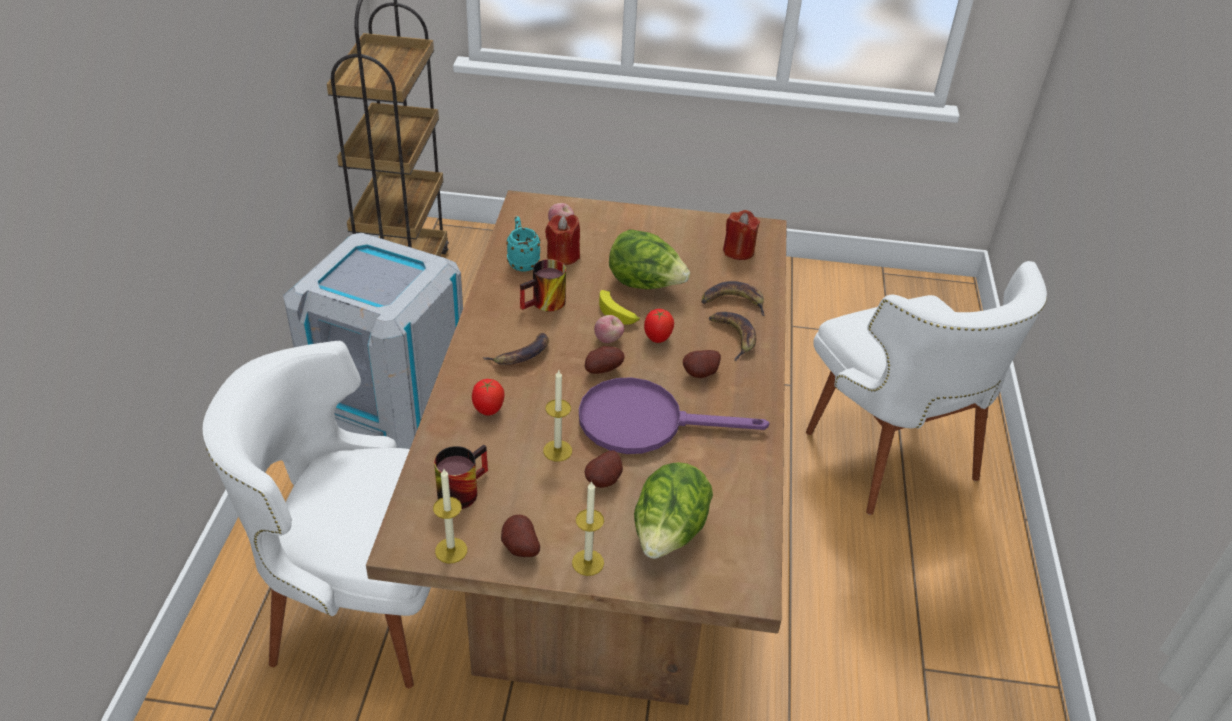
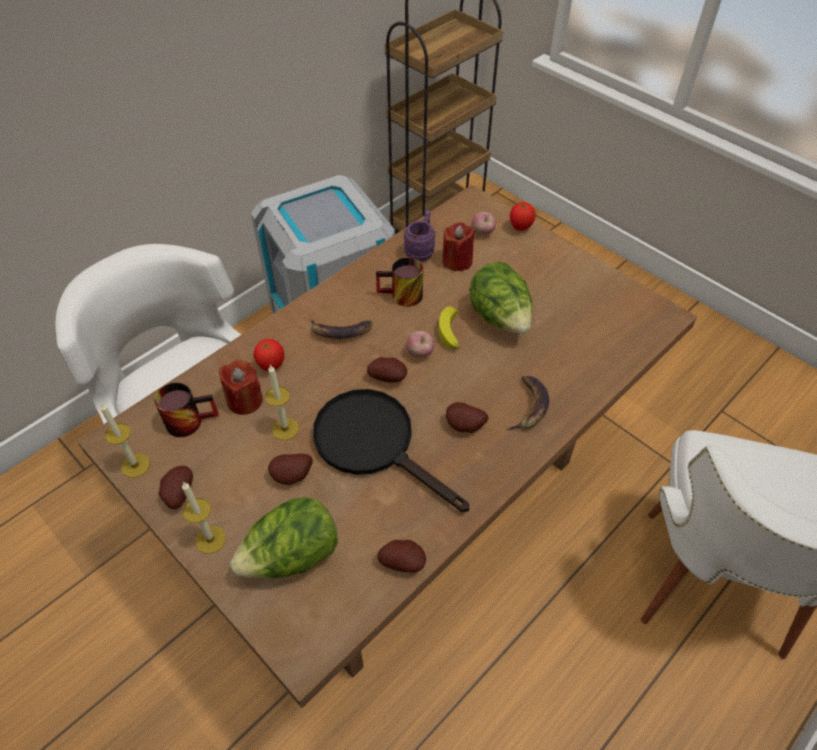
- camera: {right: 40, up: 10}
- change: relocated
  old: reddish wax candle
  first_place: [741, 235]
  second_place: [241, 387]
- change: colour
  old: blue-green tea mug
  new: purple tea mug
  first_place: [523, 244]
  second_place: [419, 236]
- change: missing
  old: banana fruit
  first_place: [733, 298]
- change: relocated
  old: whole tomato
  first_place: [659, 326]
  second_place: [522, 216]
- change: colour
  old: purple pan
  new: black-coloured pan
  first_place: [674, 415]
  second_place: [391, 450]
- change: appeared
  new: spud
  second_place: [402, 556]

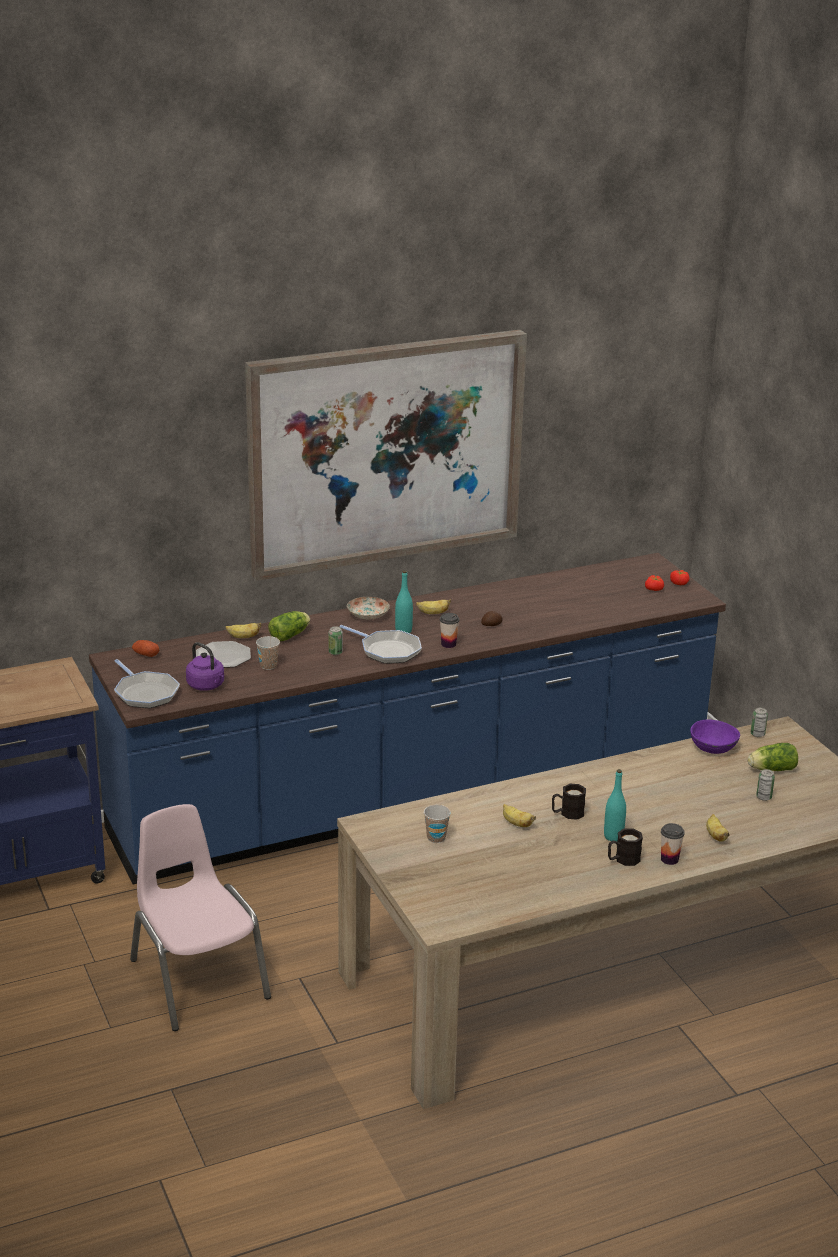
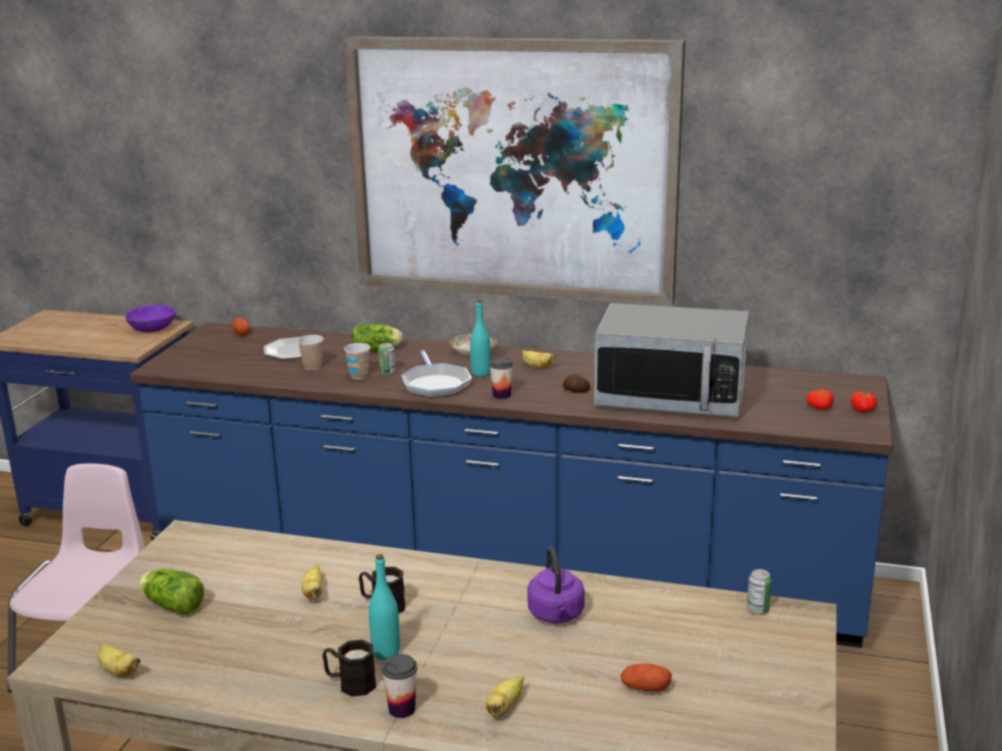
- camera: {right: 40, up: -5}
- change: relocated
  old: banana fruit
  first_place: [243, 630]
  second_place: [118, 659]
- change: relocated
  old: purple kettle
  first_place: [205, 666]
  second_place: [556, 585]
- change: missing
  old: pan
  first_place: [147, 683]
- change: relocated
  old: purple bowl
  first_place: [715, 736]
  second_place: [150, 318]
- change: relocated
  old: lettuce head
  first_place: [773, 757]
  second_place: [171, 592]
- change: exchanged
  old: can
  new: spud
  first_place: [765, 785]
  second_place: [646, 677]
- change: relocated
  old: small cup
  first_place: [437, 824]
  second_place: [357, 361]
- change: appeared
  new: kitchen microwave
  second_place: [671, 360]

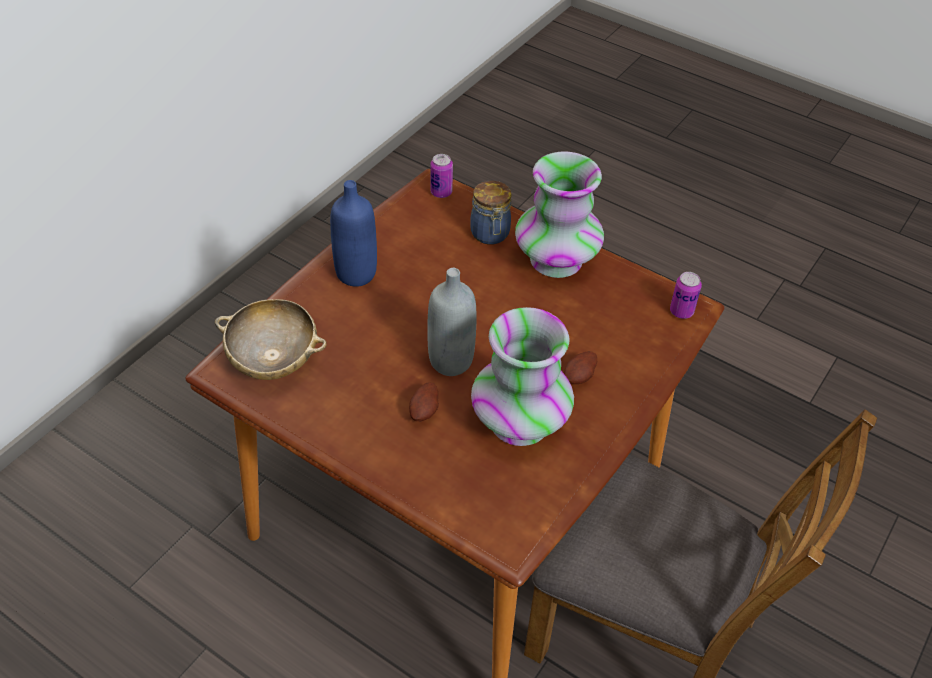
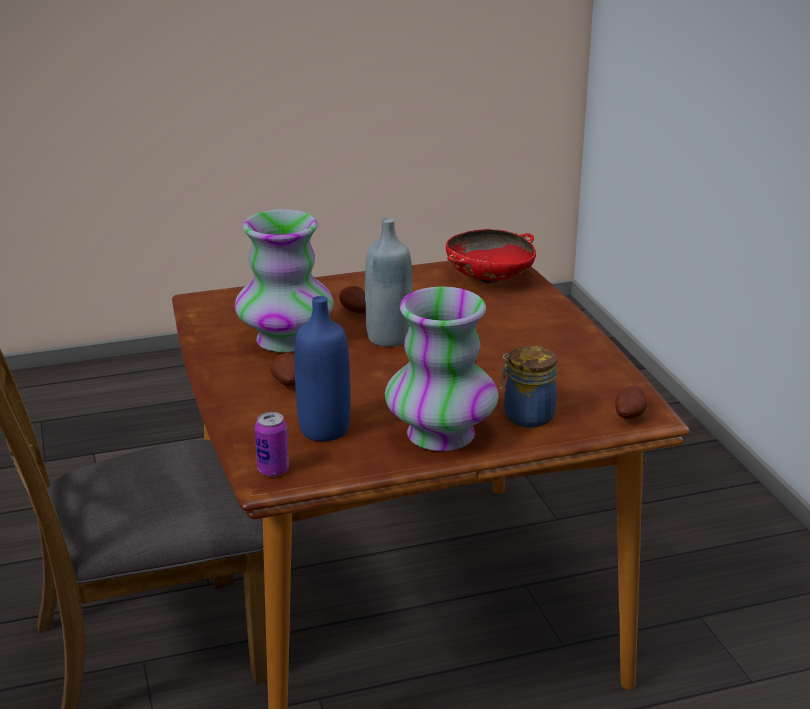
- camera: {right: 130, up: -20}
- change: exchanged
  old: can
  new: spud
  first_place: [441, 176]
  second_place: [631, 402]
- change: relocated
  old: blue-coloured bottle
  first_place: [353, 233]
  second_place: [322, 368]
- change: colour
  old: sand-coloured bowl
  new: reddish bowl
  first_place: [271, 339]
  second_place: [491, 256]

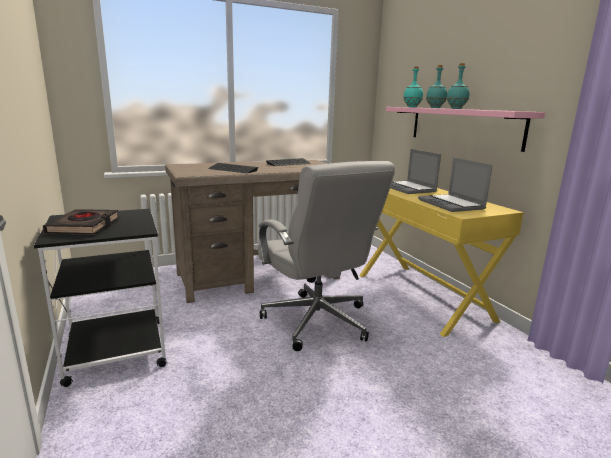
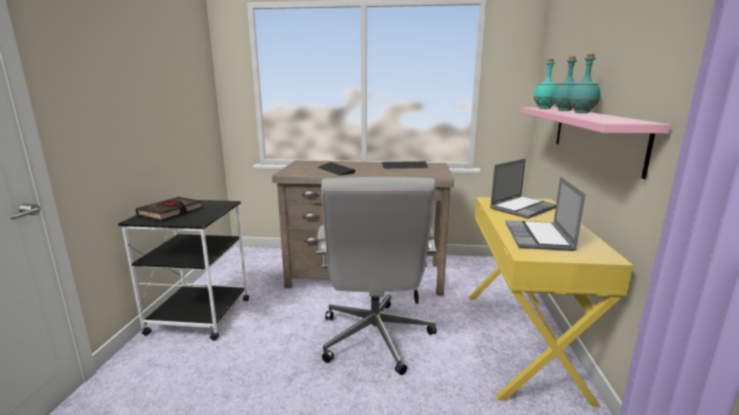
- camera: {right: 30, up: 0}
- change: spun
  old: laptop
  first_place: [415, 171]
  second_place: [523, 188]
  degrees: -135

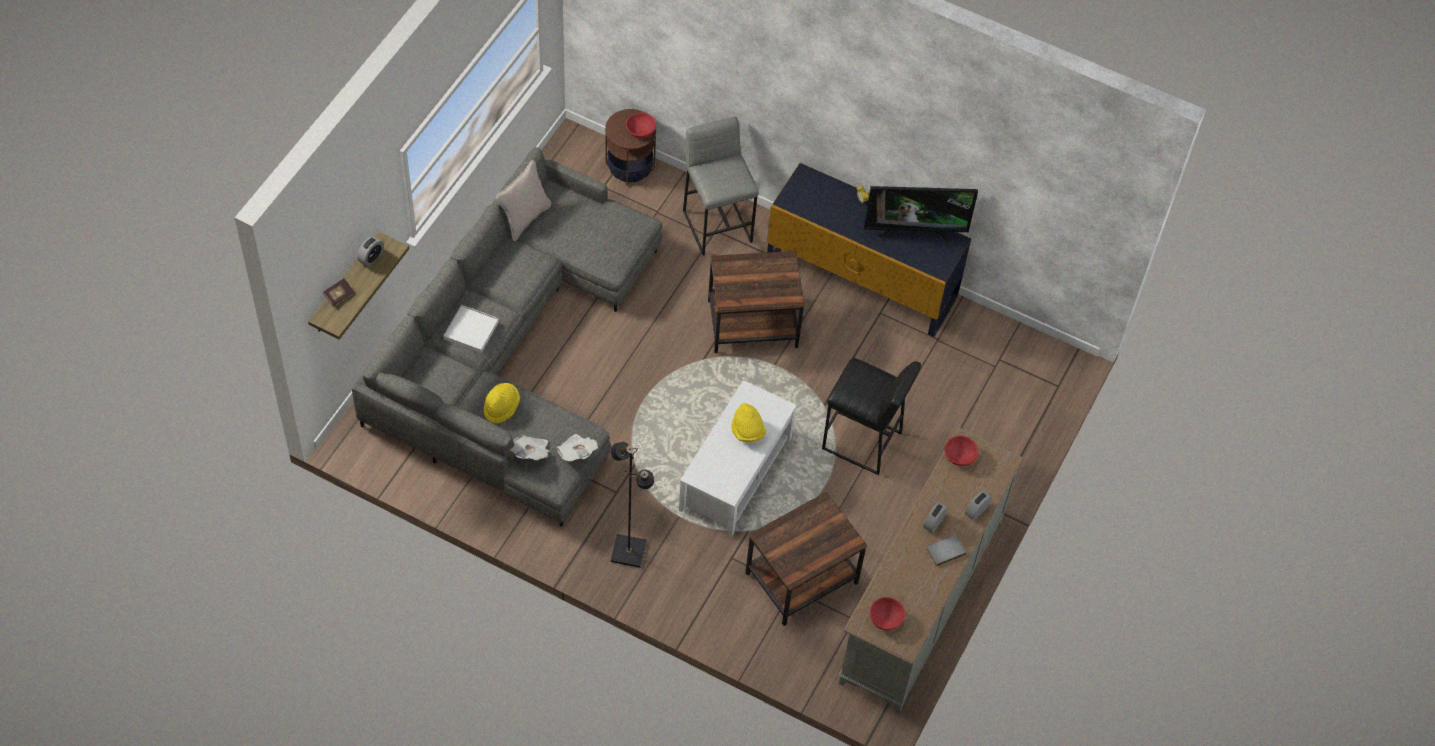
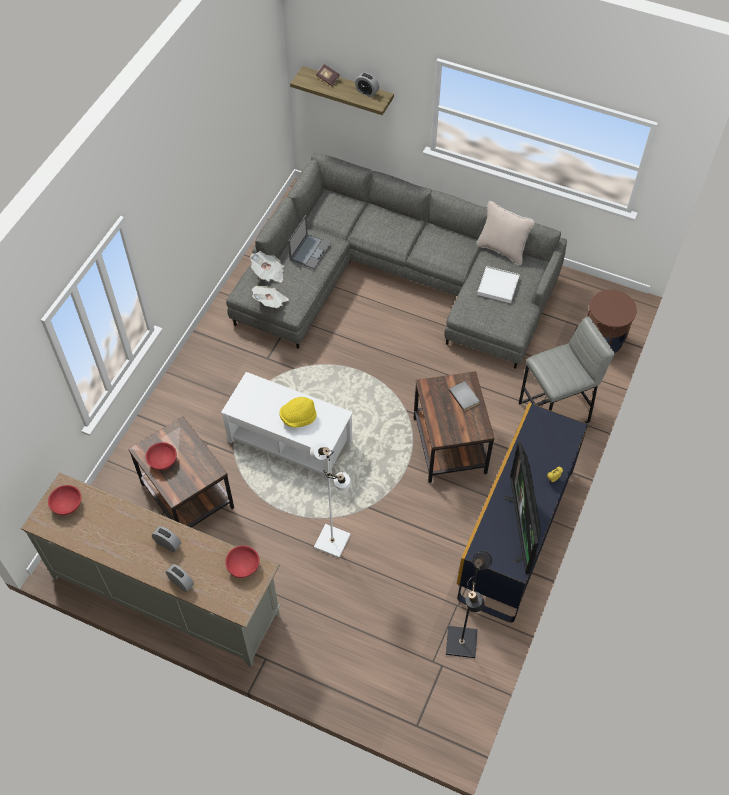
- camera: {right: 90, up: 0}
- change: relocated
  old: reddish bowl
  first_place: [641, 125]
  second_place: [161, 456]
- change: relocated
  old: whitish carrying tray
  first_place: [471, 329]
  second_place: [498, 284]
- change: exchanged
  old: black-coloured stool seat
  new: whitish standing lamp
  first_place: [871, 416]
  second_place: [330, 500]
- change: exchanged
  old: yellowish wearable hat
  new: laptop
  first_place: [502, 403]
  second_place: [309, 242]
- change: relocated
  old: black-coloured standing lamp
  first_place: [632, 505]
  second_place: [469, 604]
- change: relocated
  old: greyish volume
  first_place: [946, 550]
  second_place: [464, 396]

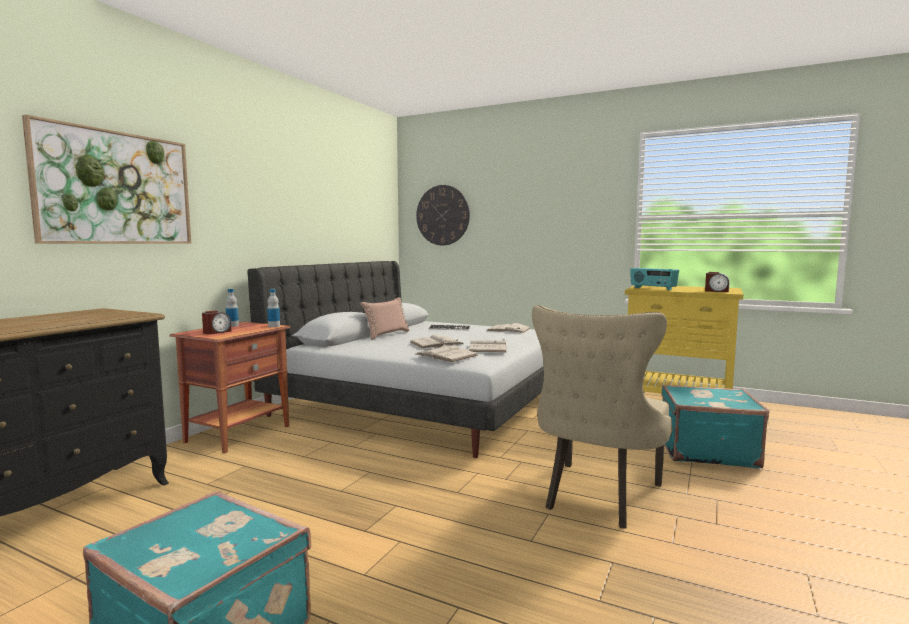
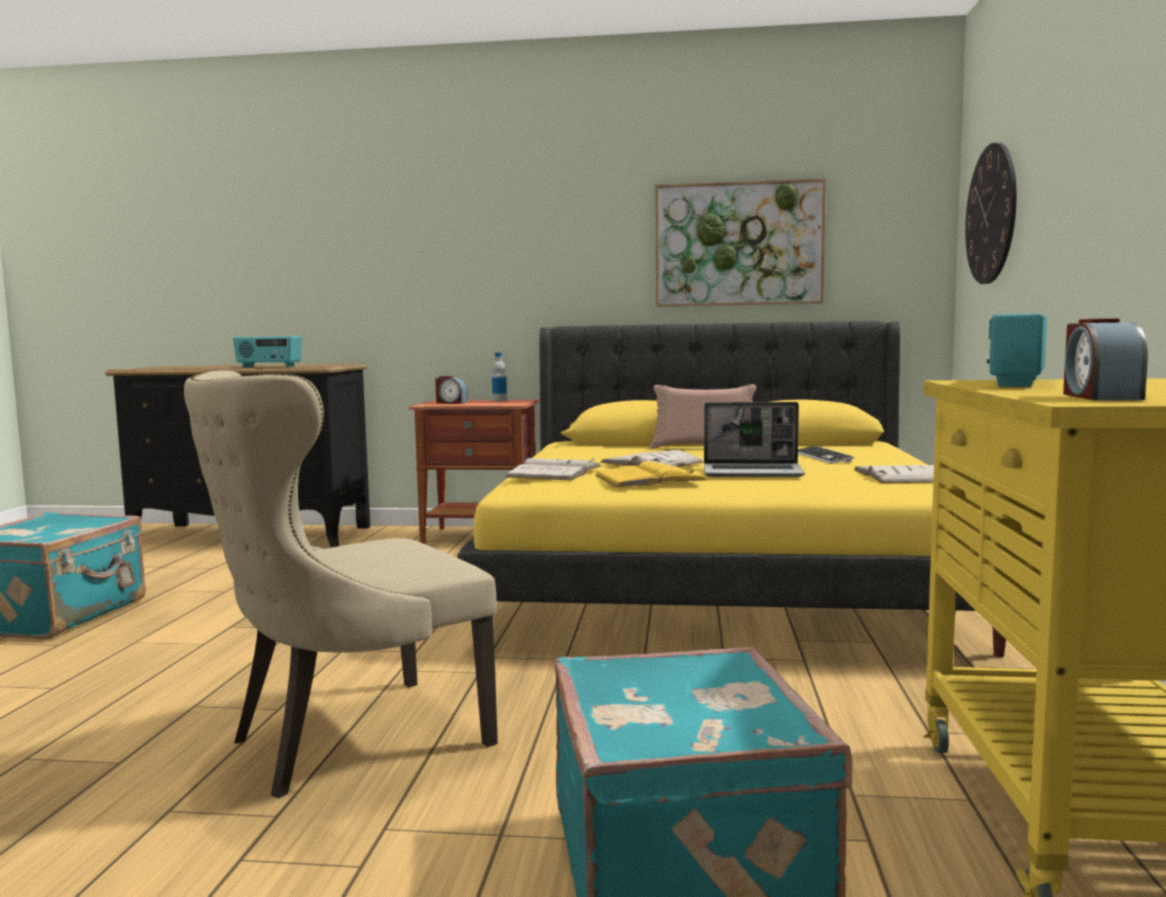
- camera: {right: 70, up: 0}
- change: relocated
  old: picture
  first_place: [106, 179]
  second_place: [740, 243]
- change: colour
  old: greyish bedroom bed
  new: yellowish bedroom bed
  first_place: [395, 359]
  second_place: [731, 489]
- change: missing
  old: bottle
  first_place: [273, 308]
- change: spun
  old: sand-coloured chair
  first_place: [601, 417]
  second_place: [341, 583]
  degrees: -45
- change: colour
  old: whitish volume
  new: yellowish volume
  first_place: [487, 345]
  second_place: [651, 474]
- change: appeared
  new: radio
  second_place: [267, 351]
- change: appeared
  new: laptop
  second_place: [754, 439]

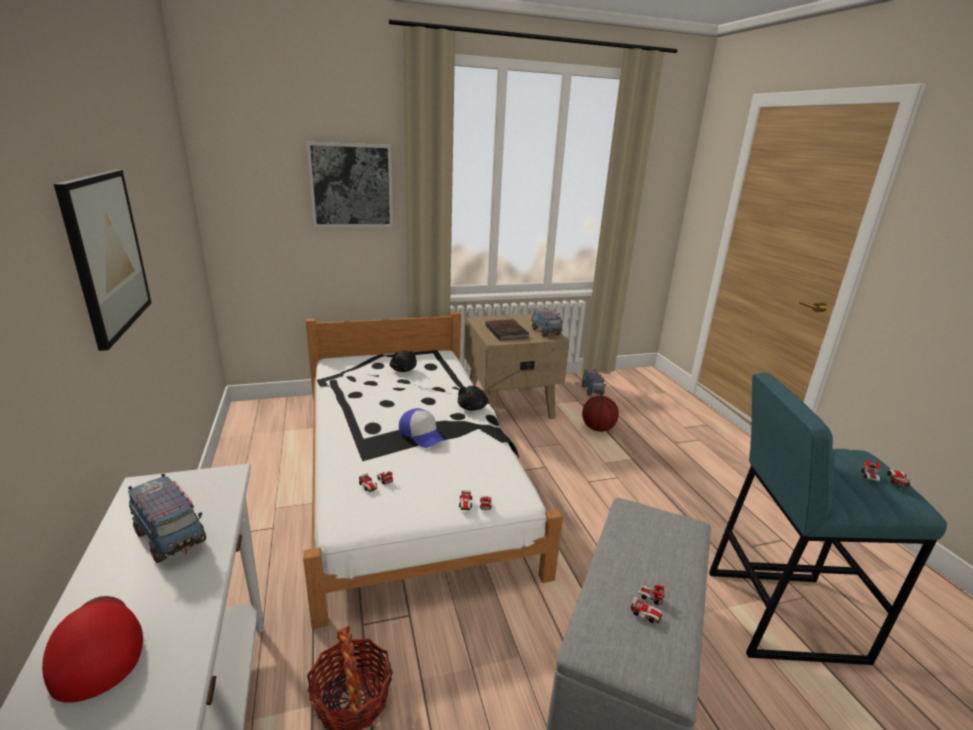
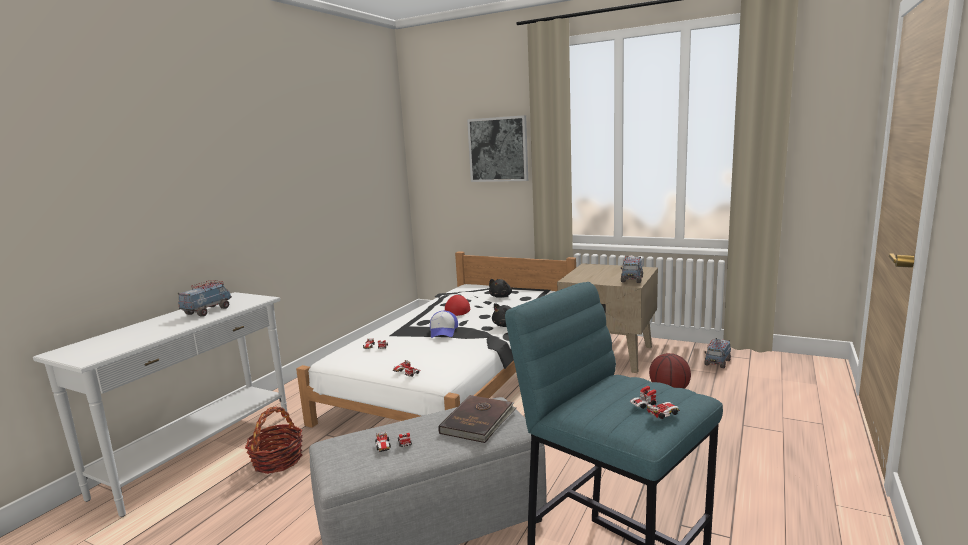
- camera: {right: 45, up: -10}
- change: missing
  old: picture
  first_place: [103, 260]
- change: relocated
  old: brown-coloured volume
  first_place: [507, 330]
  second_place: [477, 419]
- change: spun
  old: toy truck
  first_place: [167, 518]
  second_place: [205, 298]
  degrees: -150
- change: relocated
  old: reddish baseball cap
  first_place: [92, 649]
  second_place: [457, 305]

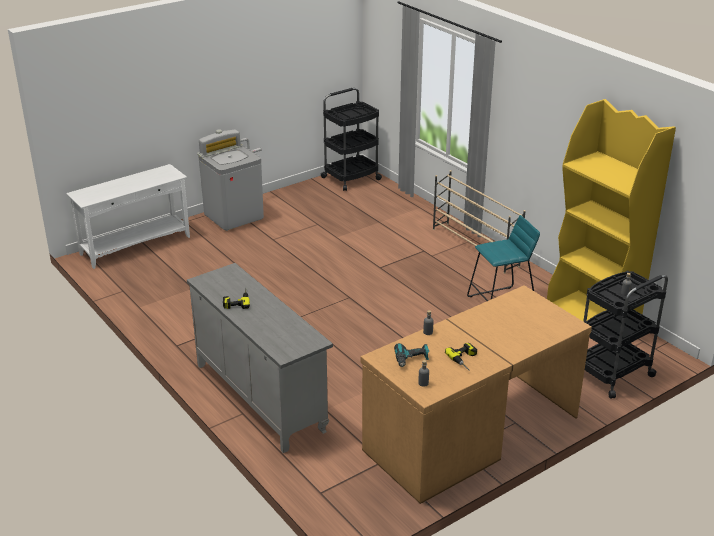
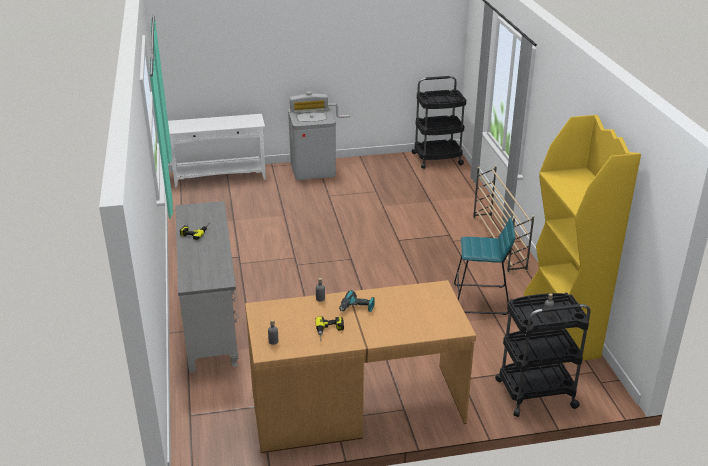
- camera: {right: 25, up: 0}
- change: relocated
  old: power drill
  first_place: [411, 355]
  second_place: [357, 301]

